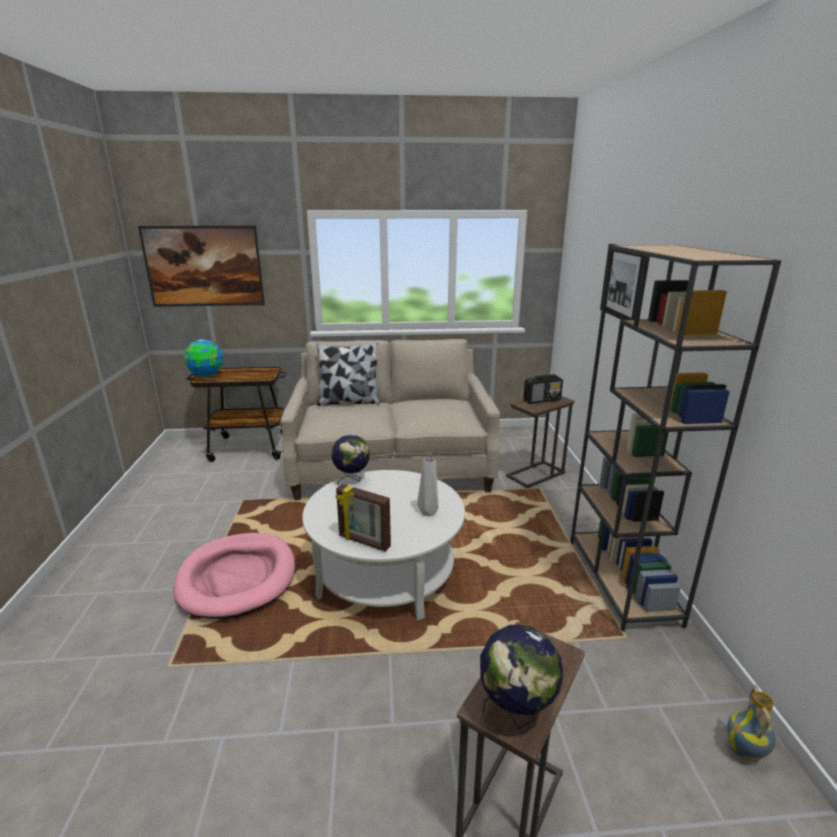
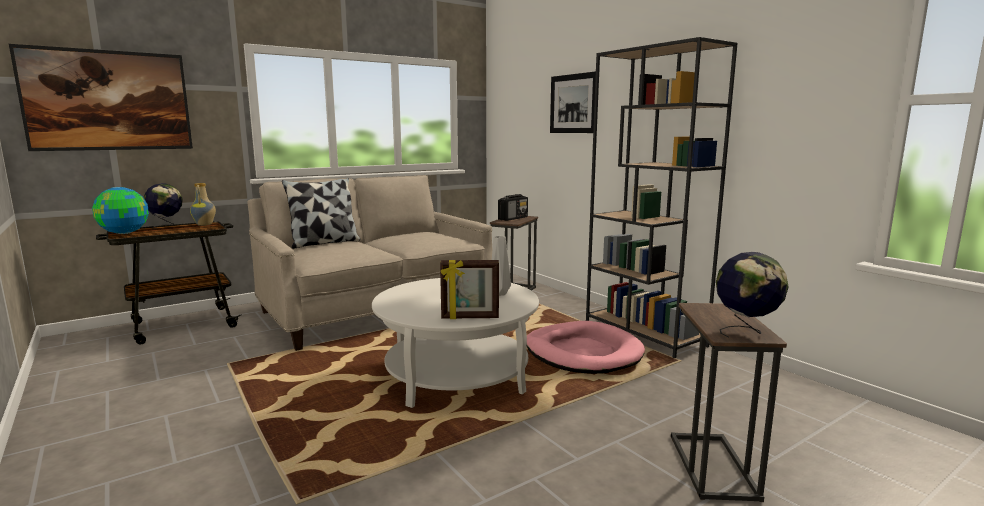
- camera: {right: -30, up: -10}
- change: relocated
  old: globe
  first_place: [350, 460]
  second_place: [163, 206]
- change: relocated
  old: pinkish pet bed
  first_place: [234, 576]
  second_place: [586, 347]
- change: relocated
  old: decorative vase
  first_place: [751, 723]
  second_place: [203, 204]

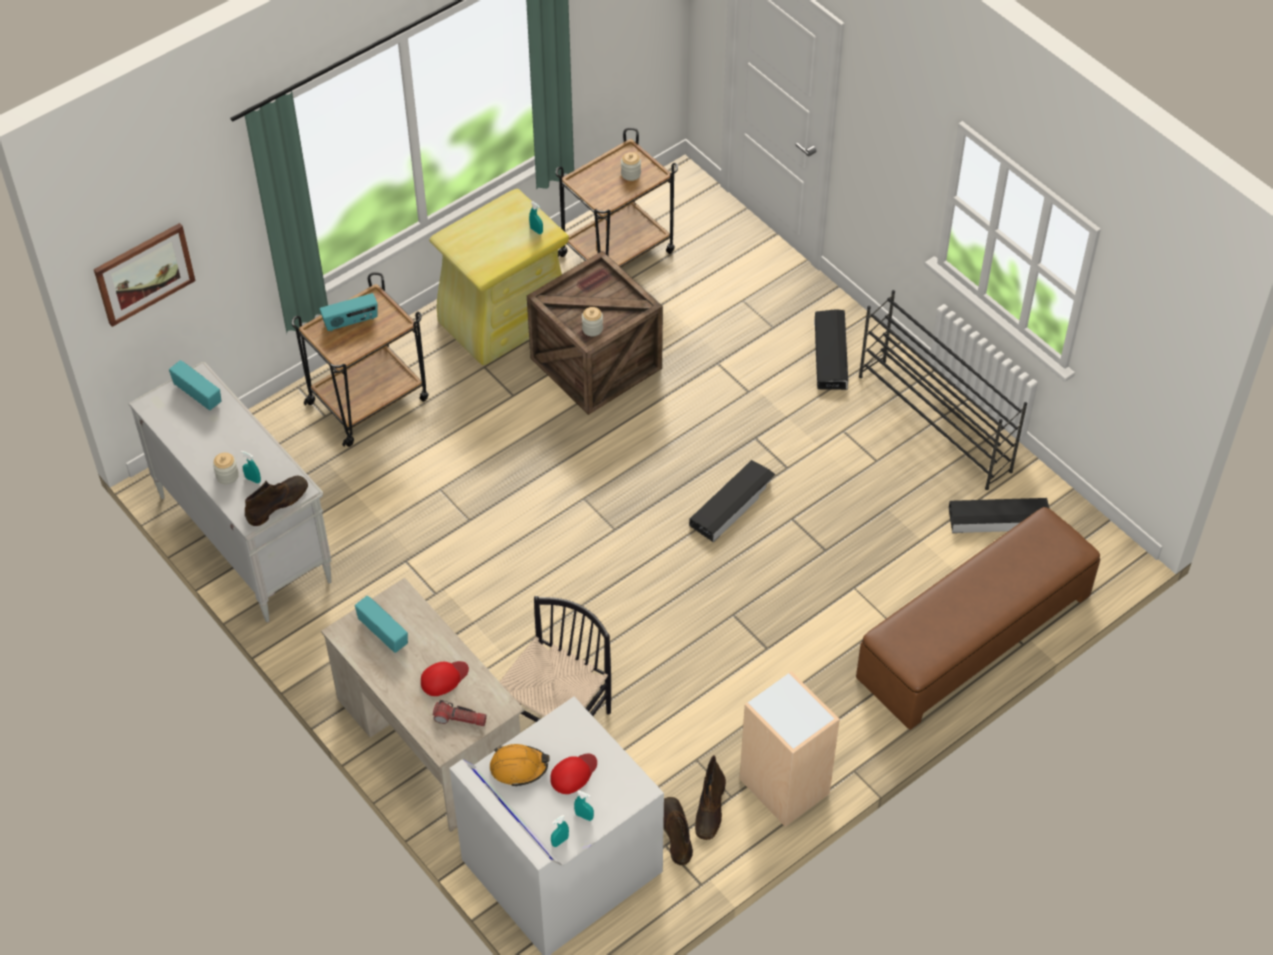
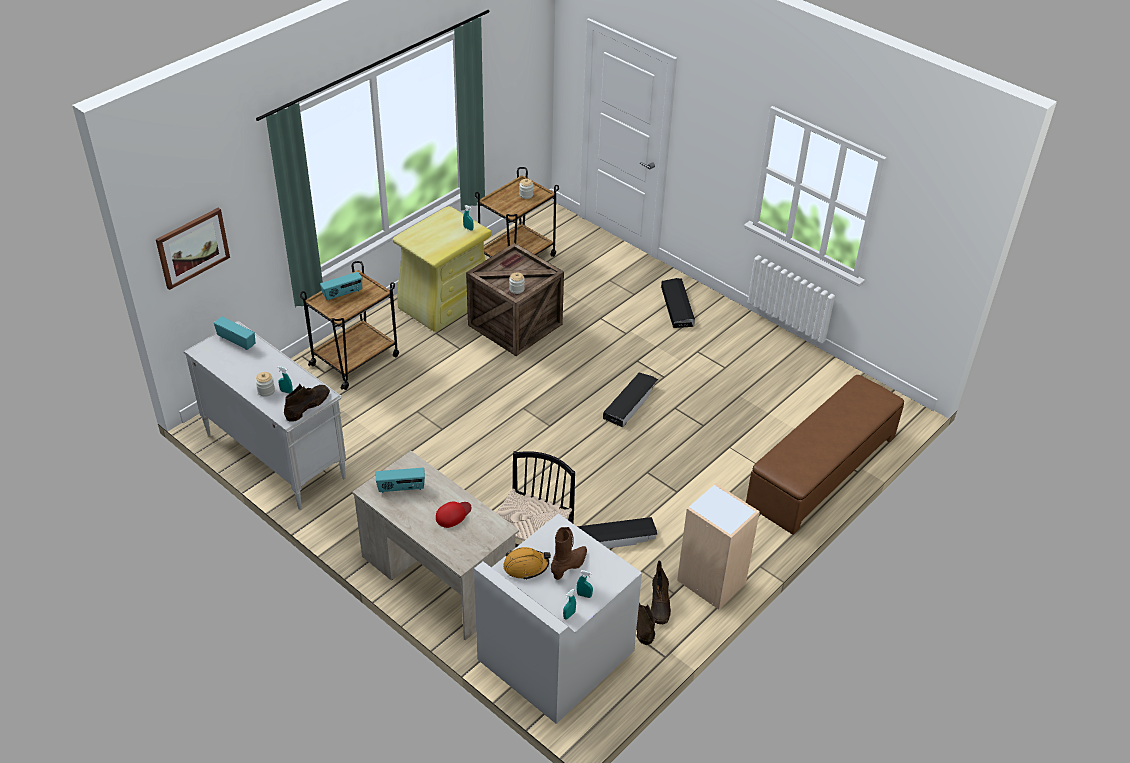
- camera: {right: -10, up: -10}
- change: missing
  old: black-coloured shoe rack
  first_place: [943, 390]
- change: relocated
  old: black-coloured storage bin
  first_place: [999, 515]
  second_place: [617, 532]
- change: spun
  old: radio
  first_place: [381, 624]
  second_place: [400, 480]
  degrees: 135
- change: missing
  old: torch
  first_place: [460, 713]
- change: exchanged
  old: reddish baseball cap
  new: brown-coloured boot
  first_place: [573, 774]
  second_place: [569, 553]

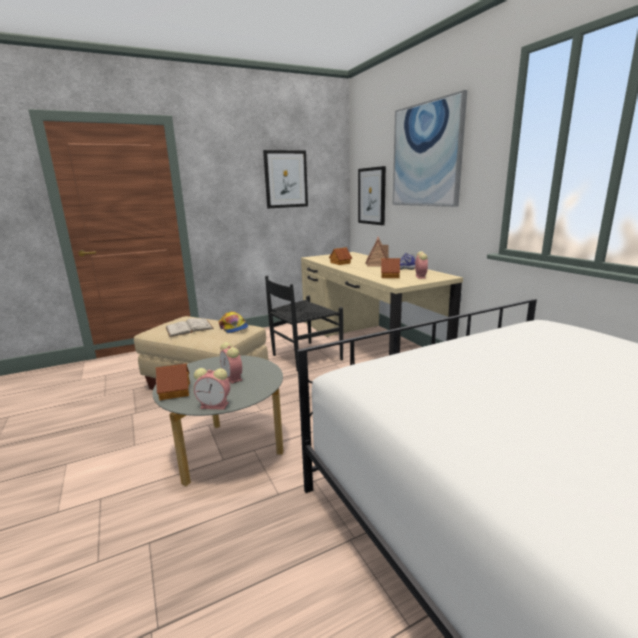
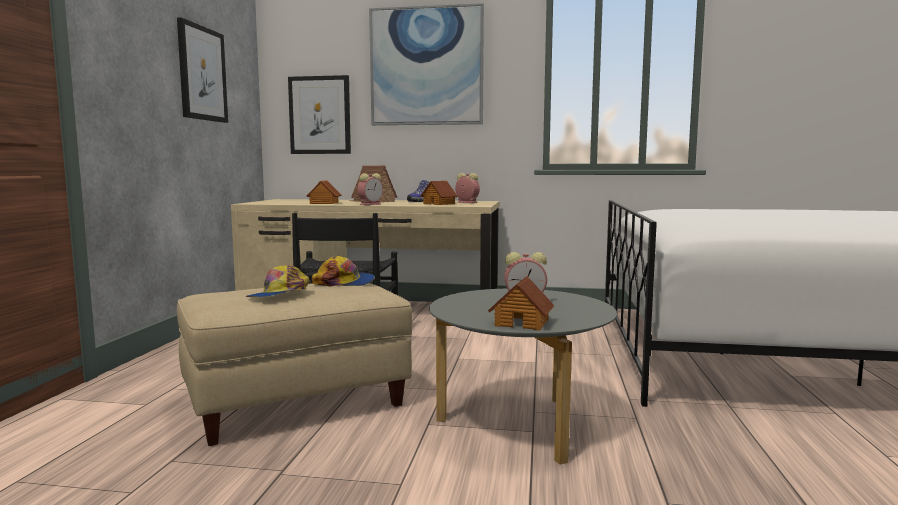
- camera: {right: -55, up: -10}
- change: exchanged
  old: whitish volume
  new: baseball cap
  first_place: [190, 327]
  second_place: [277, 281]
- change: relocated
  old: table clock
  first_place: [212, 389]
  second_place: [370, 189]

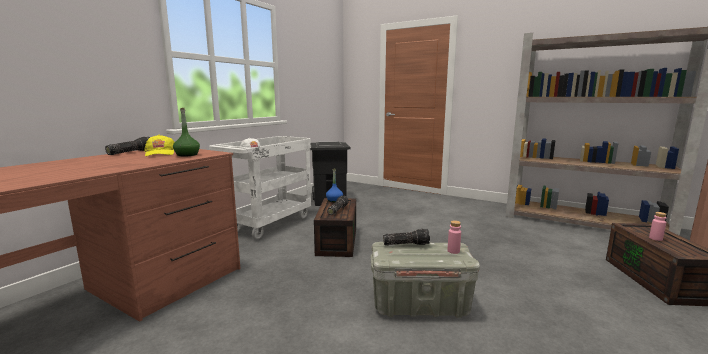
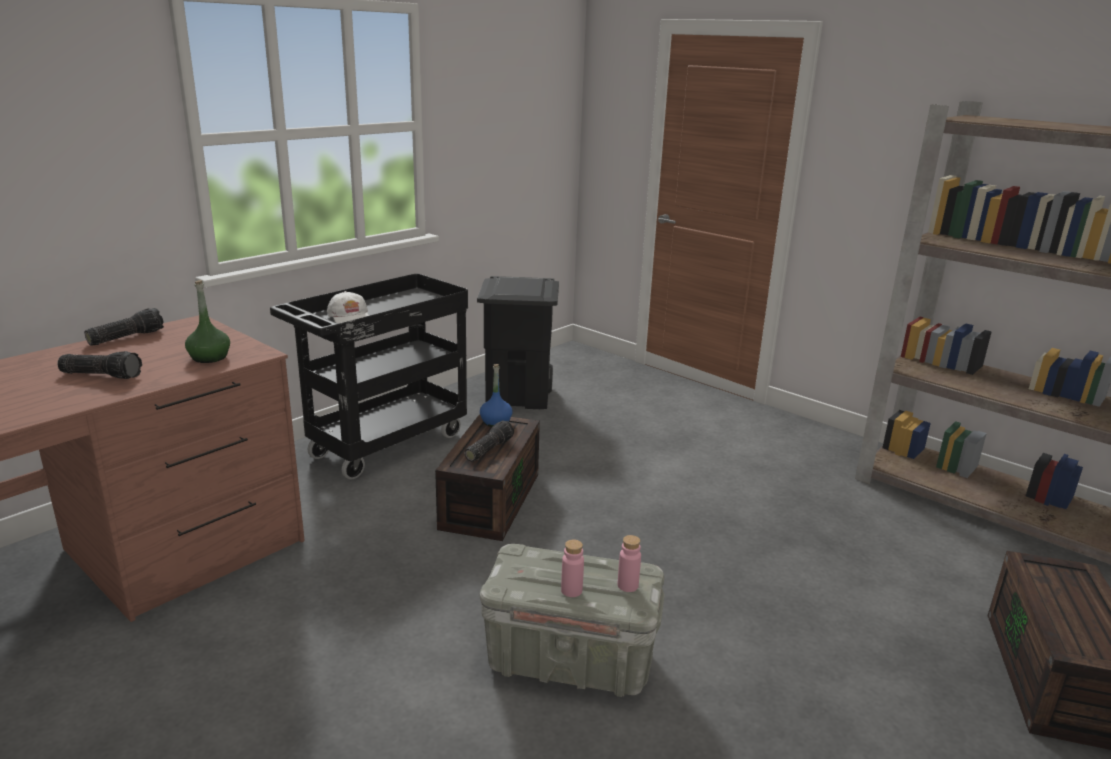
- camera: {right: 10, up: 10}
- change: missing
  old: yellowish baseball cap
  first_place: [159, 145]
- change: colour
  old: whitish wheeled cart
  new: black-coloured wheeled cart
  first_place: [260, 188]
  second_place: [369, 377]
- change: relocated
  old: pinkish bottle
  first_place: [658, 226]
  second_place: [572, 568]
- change: relocated
  old: torch
  first_place: [406, 237]
  second_place: [99, 365]

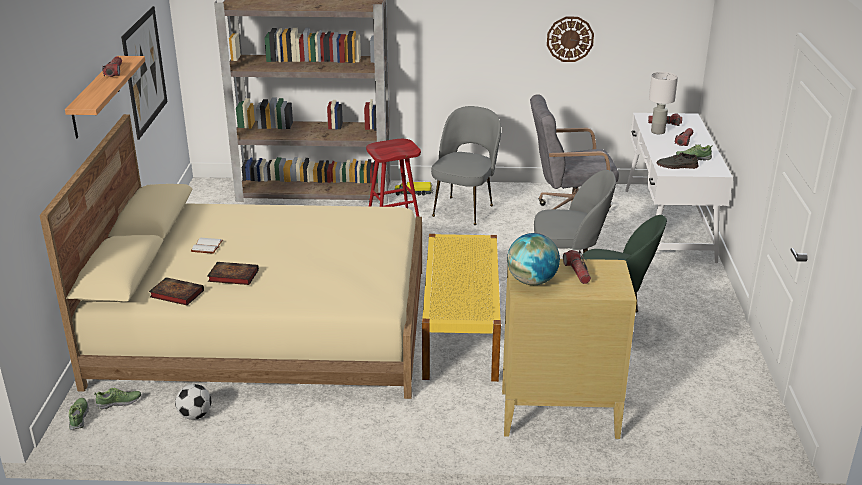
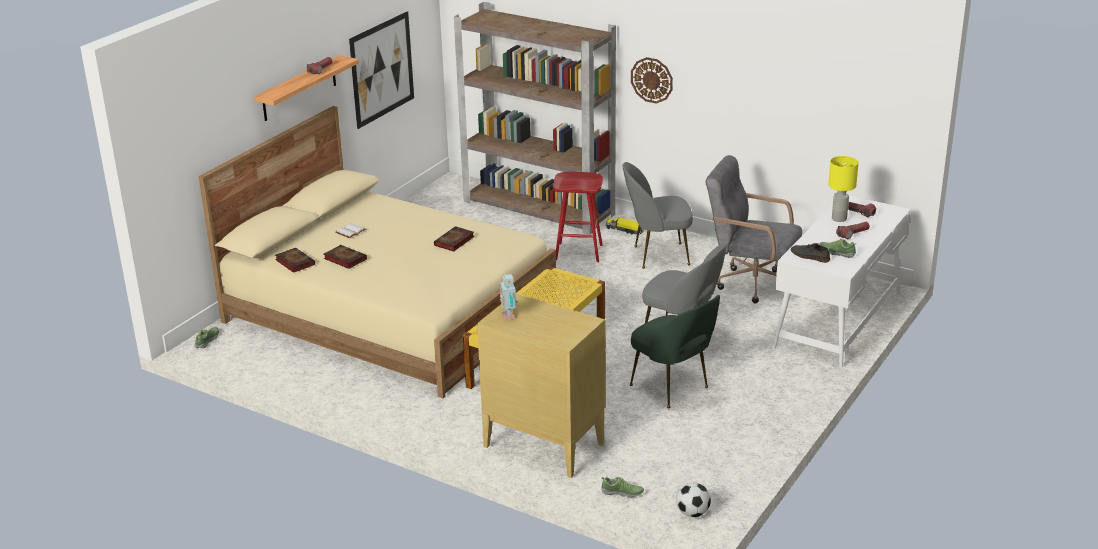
- camera: {right: 30, up: 0}
- change: relocated
  old: clock on the wall
  first_place: [570, 39]
  second_place: [652, 80]
- change: colour
  old: whitish tabletop lamp
  new: yellowish tabletop lamp
  first_place: [663, 103]
  second_place: [843, 189]
- change: spun
  old: greyish chair
  first_place: [466, 165]
  second_place: [657, 215]
  degrees: -150
- change: exchanged
  old: globe
  new: toy robot
  first_place: [533, 259]
  second_place: [508, 297]
- change: missing
  old: torch
  first_place: [577, 267]
- change: relocated
  old: ball for football
  first_place: [193, 402]
  second_place: [693, 499]
- change: relocated
  old: low shoe
  first_place: [117, 399]
  second_place: [622, 487]
- change: appeared
  new: volume
  second_place: [454, 239]

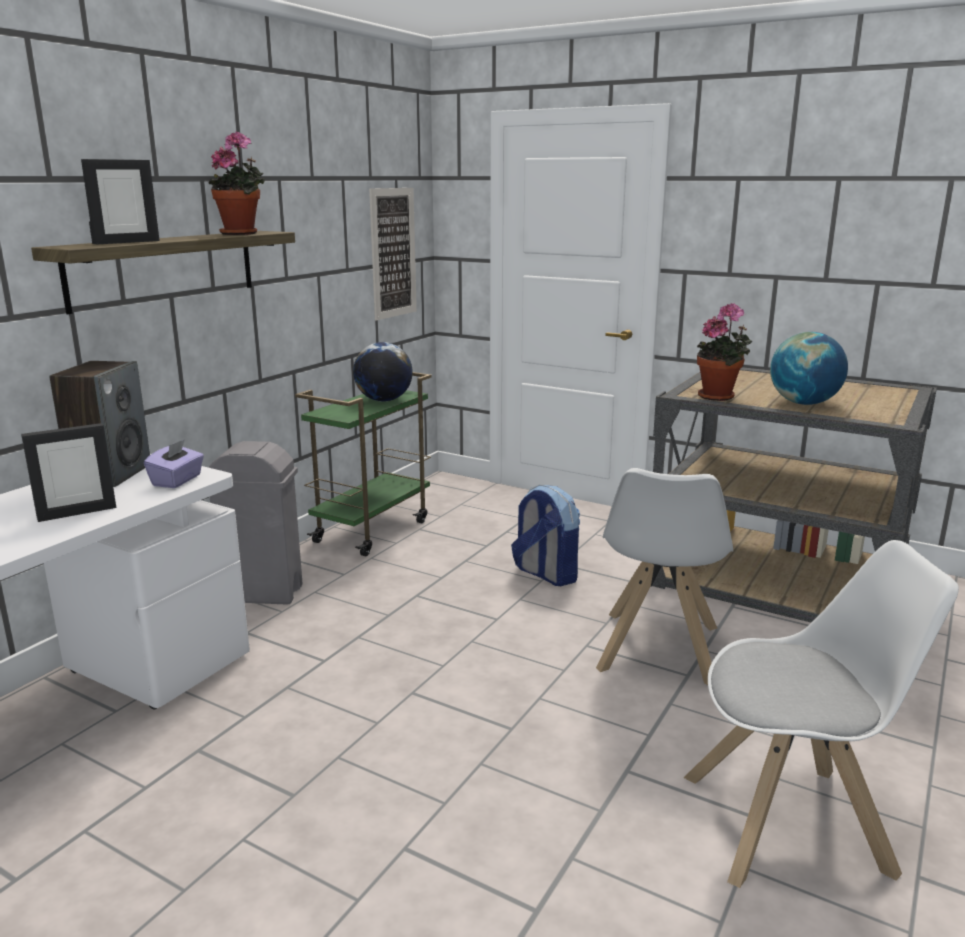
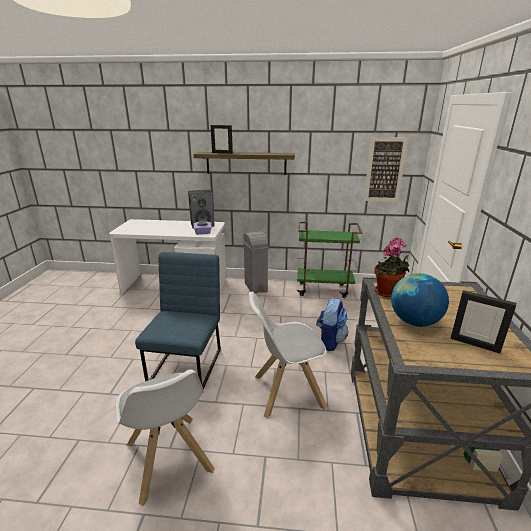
- camera: {right: 65, up: 5}
- change: missing
  old: houseplant
  first_place: [236, 183]
- change: missing
  old: globe
  first_place: [383, 371]
- change: relocated
  old: standing frame
  first_place: [68, 472]
  second_place: [483, 321]
- change: appeared
  new: blue-coloured chair
  second_place: [178, 321]

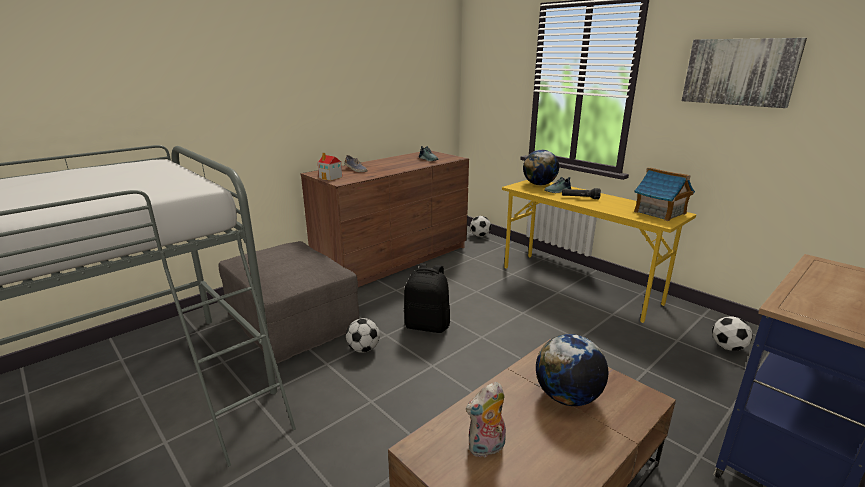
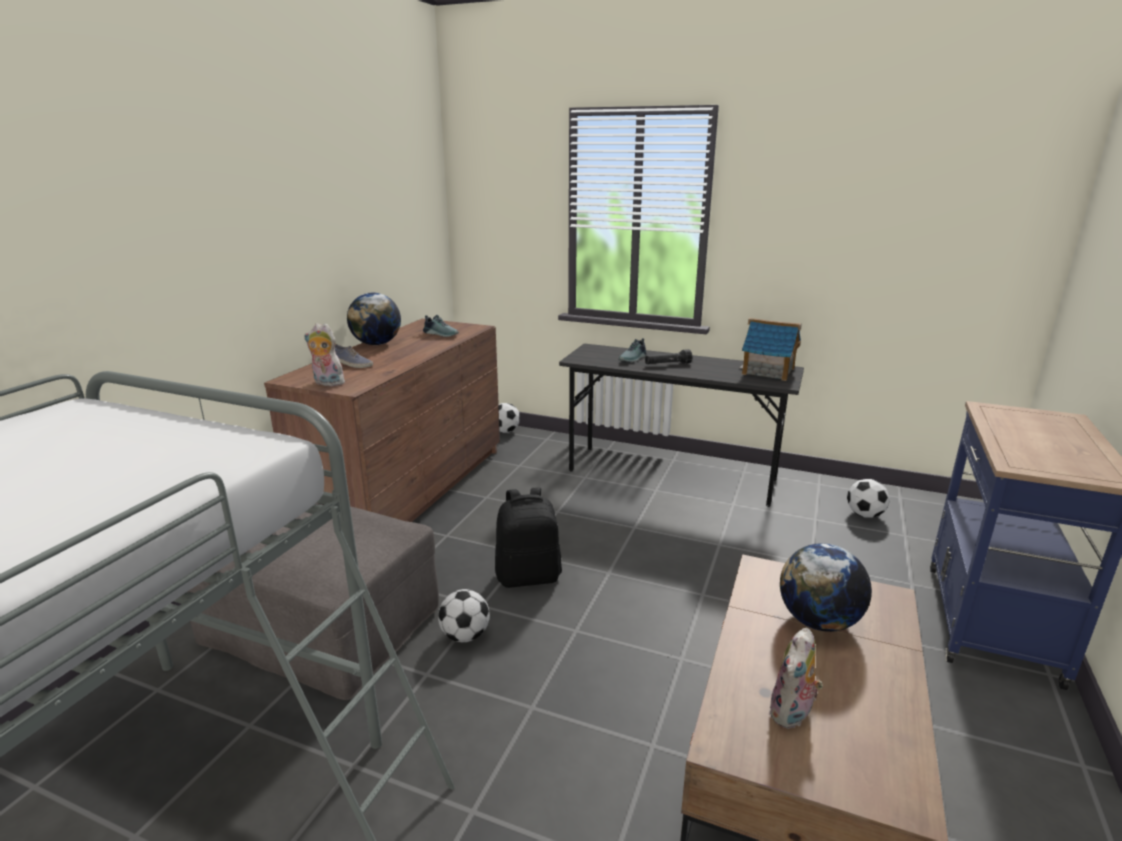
- camera: {right: -25, up: 0}
- change: missing
  old: picture
  first_place: [744, 73]
- change: relocated
  old: globe
  first_place: [541, 167]
  second_place: [374, 319]
- change: exchanged
  old: model house
  new: plush toy
  first_place: [330, 167]
  second_place: [324, 354]
- change: colour
  old: yellowish desk unit
  new: greyish desk unit
  first_place: [599, 251]
  second_place: [681, 425]

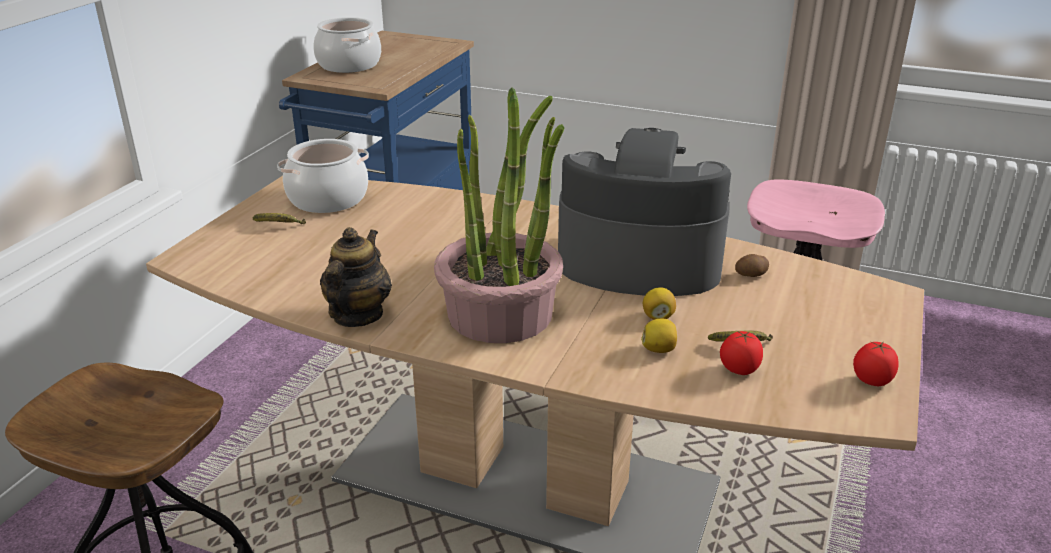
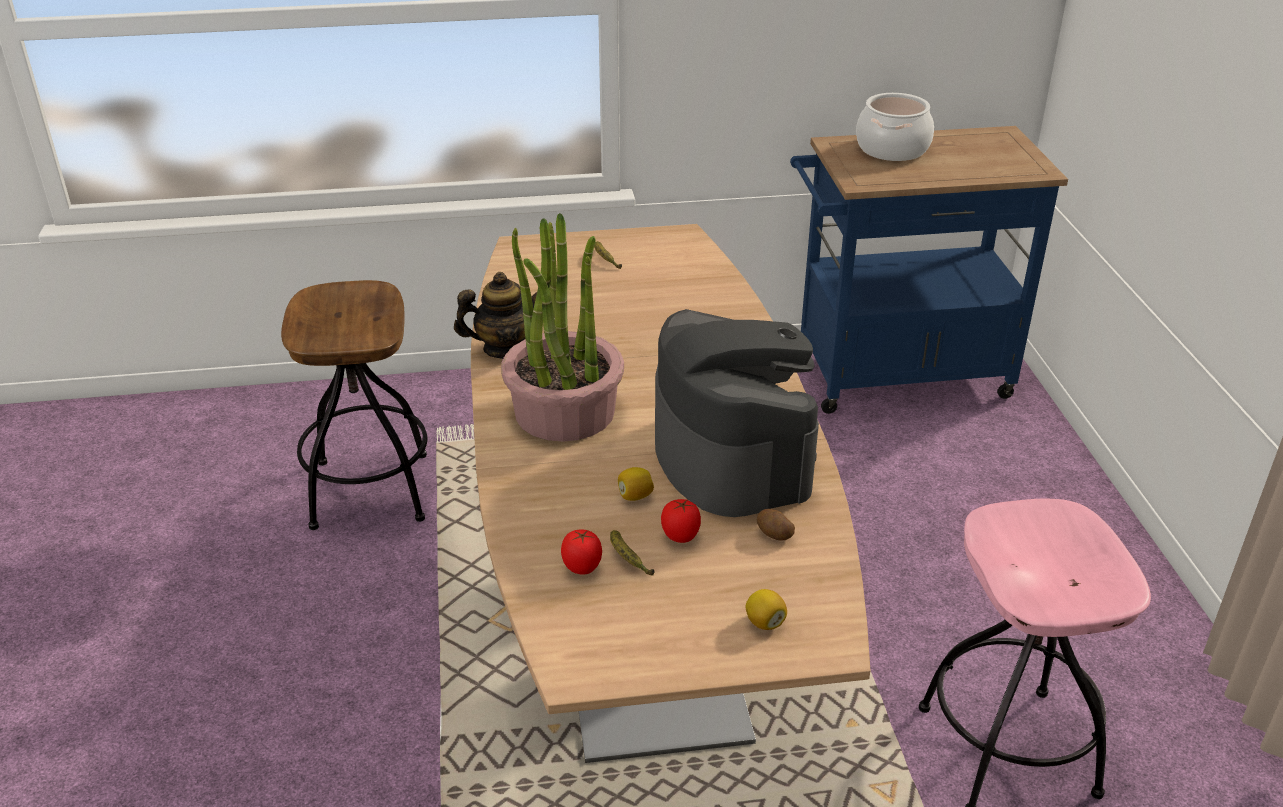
- camera: {right: 60, up: 5}
- change: missing
  old: saucepot
  first_place: [323, 176]
- change: relocated
  old: whole lemon
  first_place: [659, 336]
  second_place: [766, 609]
- change: relocated
  old: whole tomato
  first_place: [876, 363]
  second_place: [681, 521]

